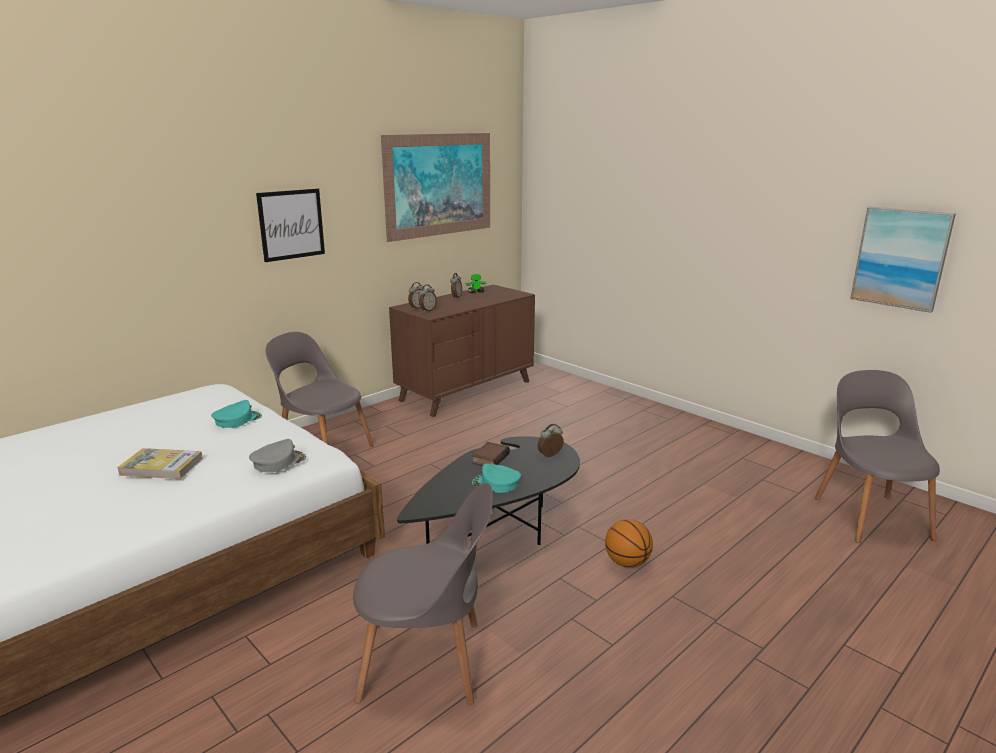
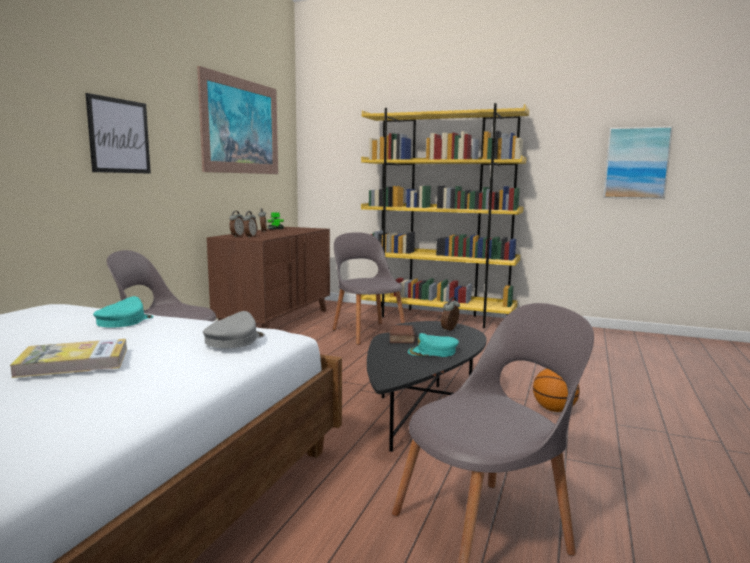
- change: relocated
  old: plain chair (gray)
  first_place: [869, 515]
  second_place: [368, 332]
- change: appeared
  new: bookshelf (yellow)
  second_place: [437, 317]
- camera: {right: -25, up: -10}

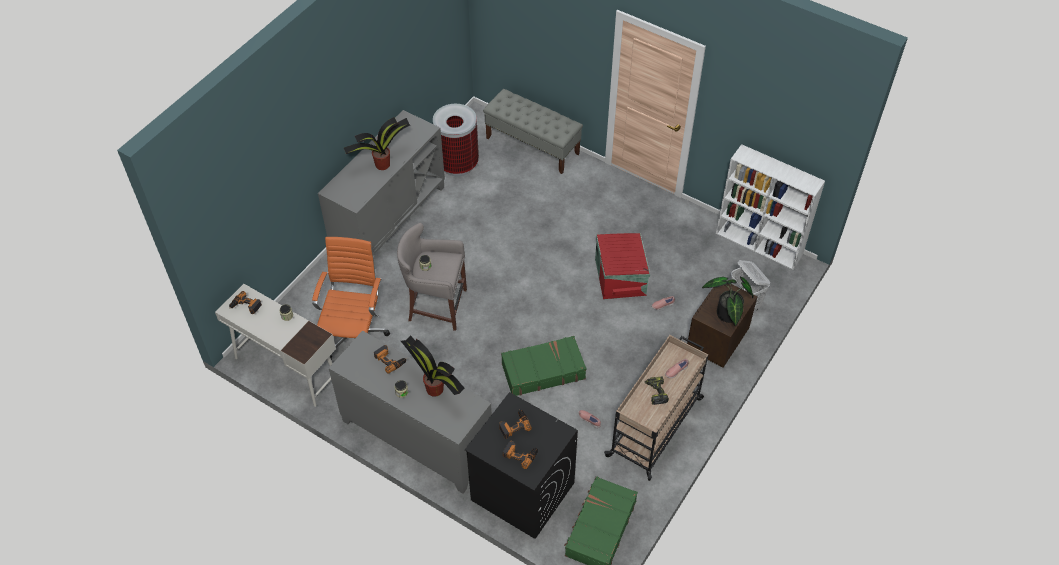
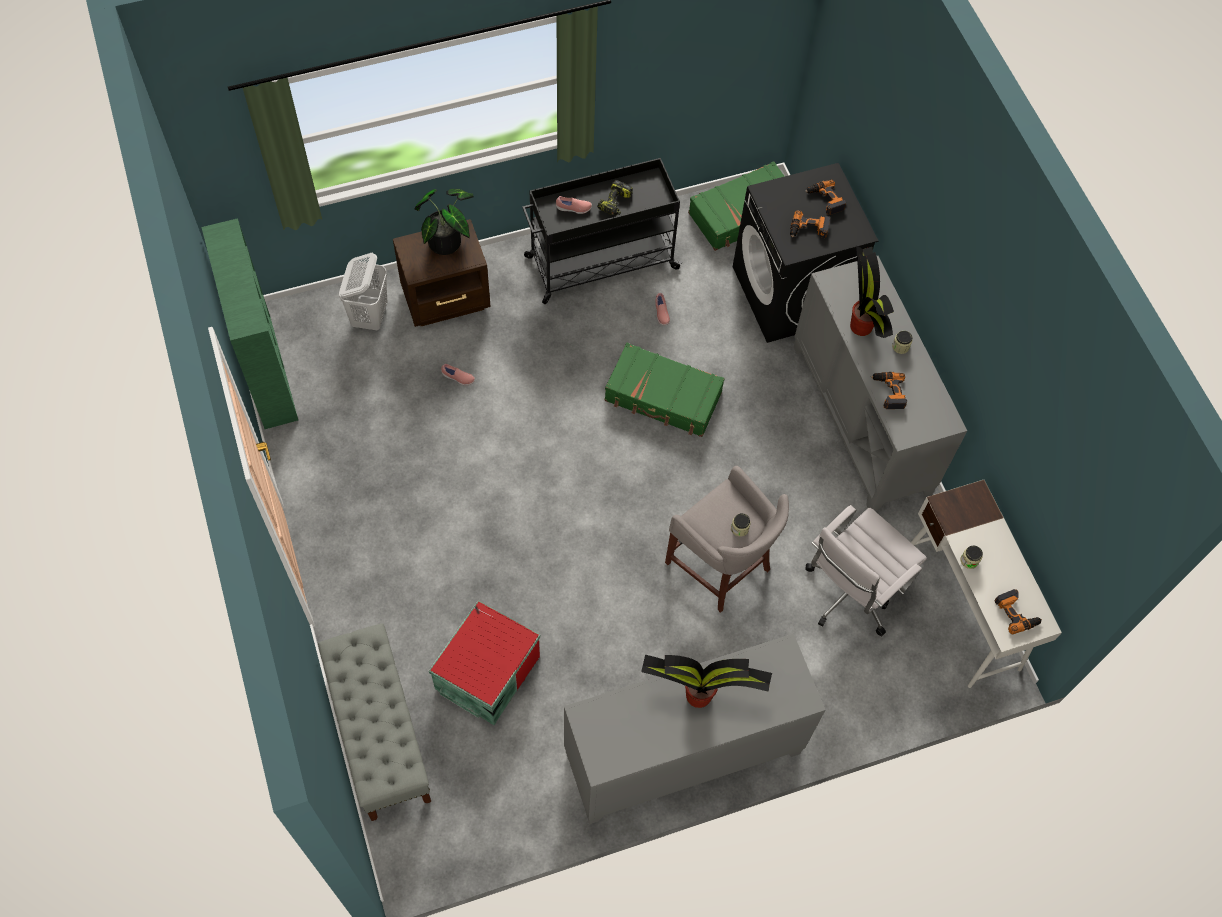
- change: missing
  old: waste bin
  first_place: [457, 164]
- change: colour
  old: bookshelf (white-coloured)
  new: bookshelf (green)
  first_place: [759, 244]
  second_place: [266, 370]
- change: relocated
  old: storage container (reddish)
  first_place: [621, 276]
  second_place: [485, 673]
- change: colour
  old: computer chair (orangey)
  new: computer chair (white-coloured)
  first_place: [355, 336]
  second_place: [849, 594]
- change: colour
  old: trolley (sand-coloured)
  new: trolley (black-coloured)
  first_place: [656, 426]
  second_place: [600, 263]
- camera: {right: -145, up: 10}

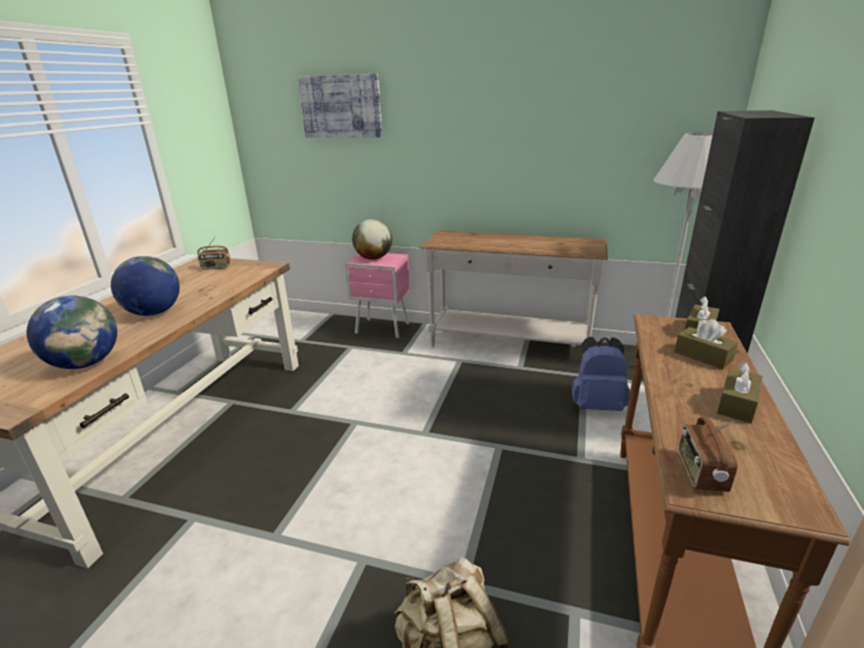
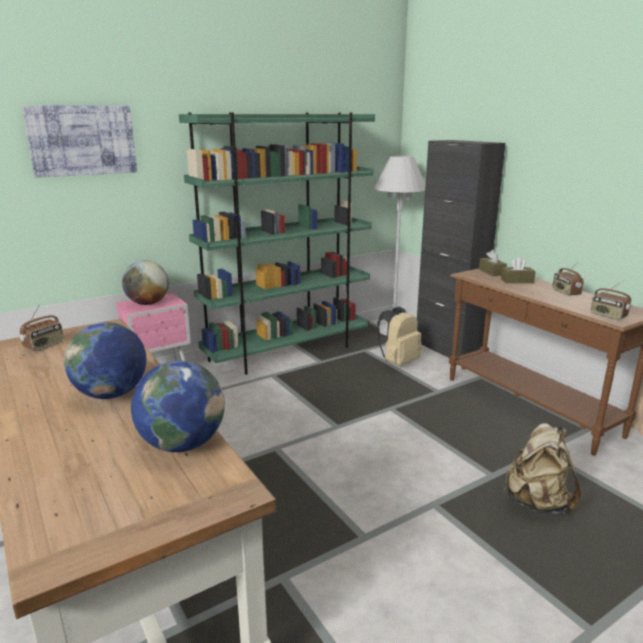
- change: exchanged
  old: console table (white-coloured)
  new: bookshelf (green)
  first_place: [509, 345]
  second_place: [288, 352]
- change: colour
  old: backpack (blue-coloured)
  new: backpack (sand-coloured)
  first_place: [596, 405]
  second_place: [398, 362]
- change: exchanged
  old: tissue box (brownish)
  new: radio receiver
  first_place: [737, 404]
  second_place: [565, 292]
- camera: {right: -50, up: -5}

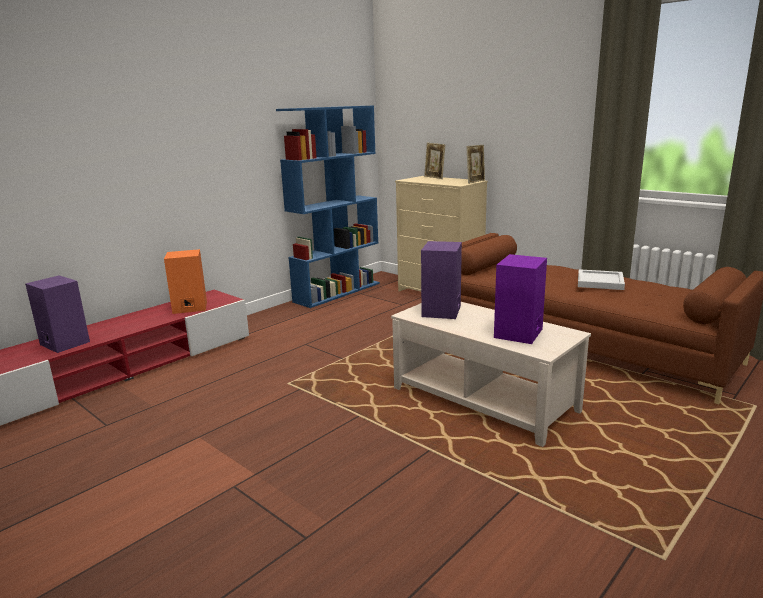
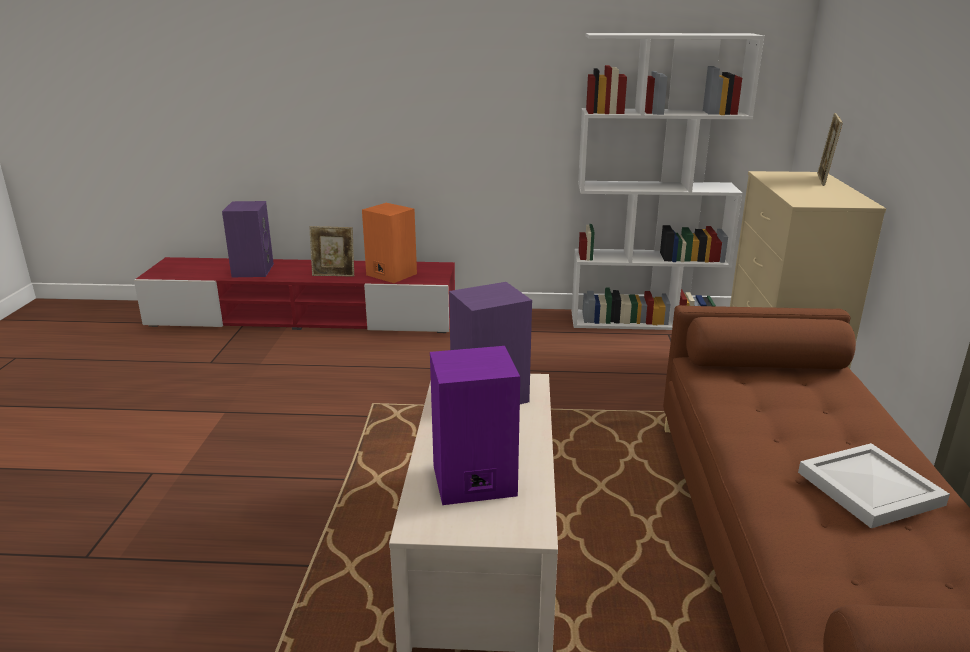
- change: colour
  old: bookshelf (blue-coloured)
  new: bookshelf (white-coloured)
  first_place: [337, 292]
  second_place: [645, 320]
- change: relocated
  old: standing frame
  first_place: [475, 182]
  second_place: [334, 275]
- camera: {right: 50, up: 5}

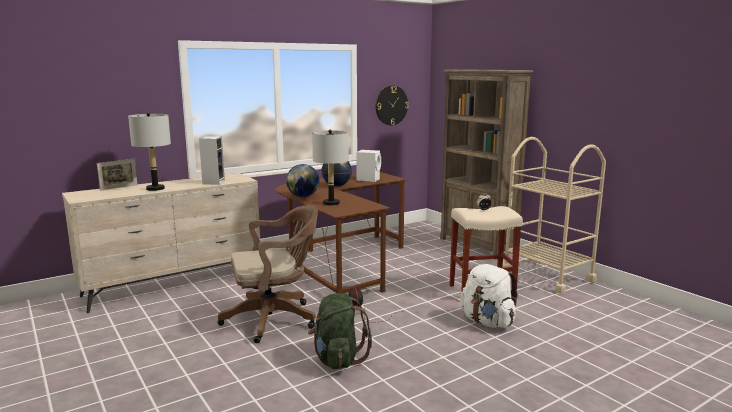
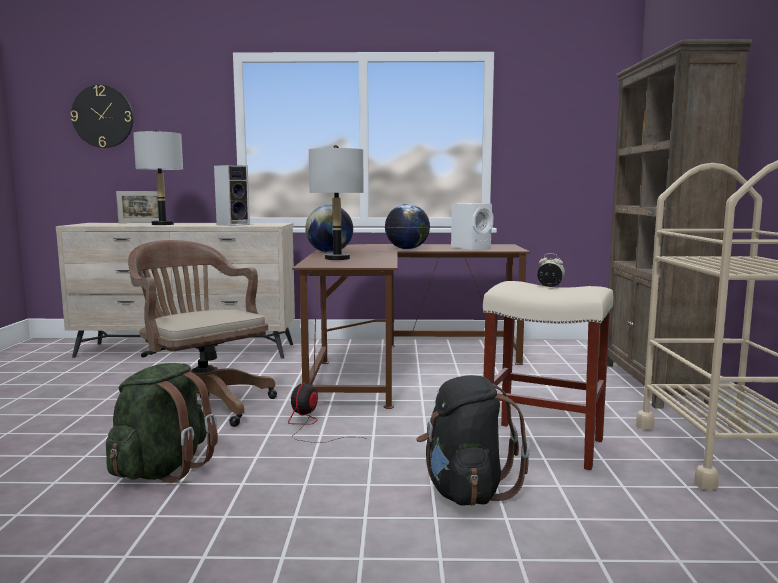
- change: relocated
  old: wall clock
  first_place: [391, 105]
  second_place: [103, 116]
- change: spun
  old: computer chair (brownish)
  first_place: [275, 319]
  second_place: [201, 404]
  degrees: -150
- change: colour
  old: backpack (white-coloured)
  new: backpack (black-coloured)
  first_place: [487, 322]
  second_place: [466, 491]
- camera: {right: 35, up: -5}

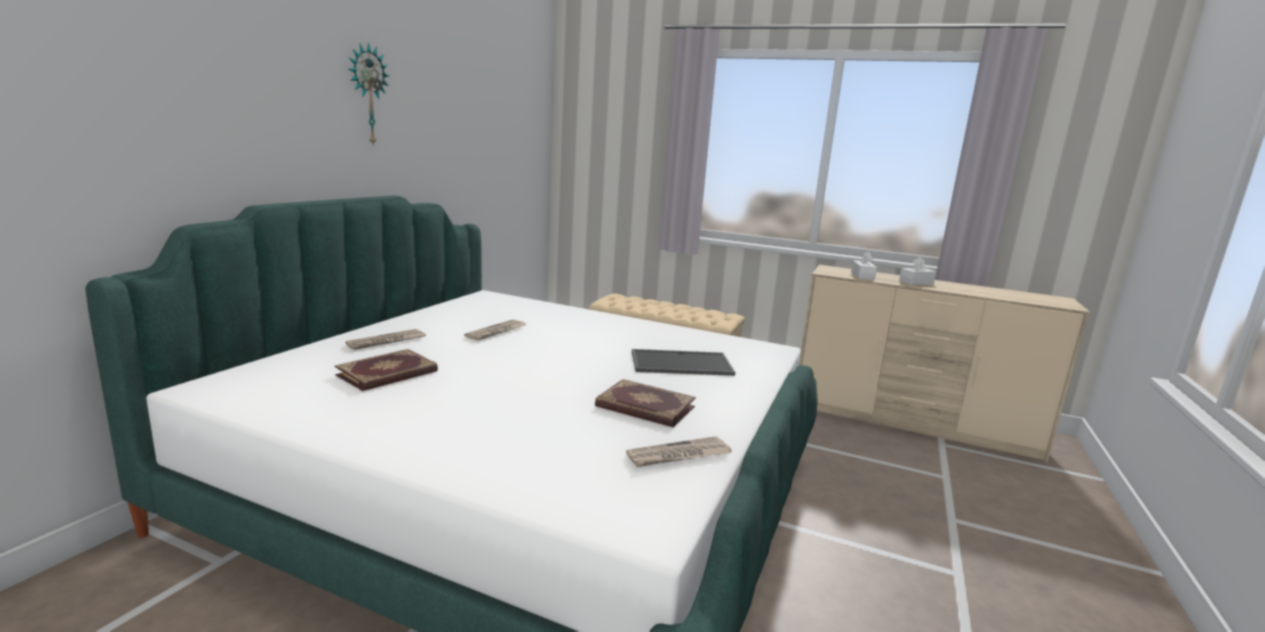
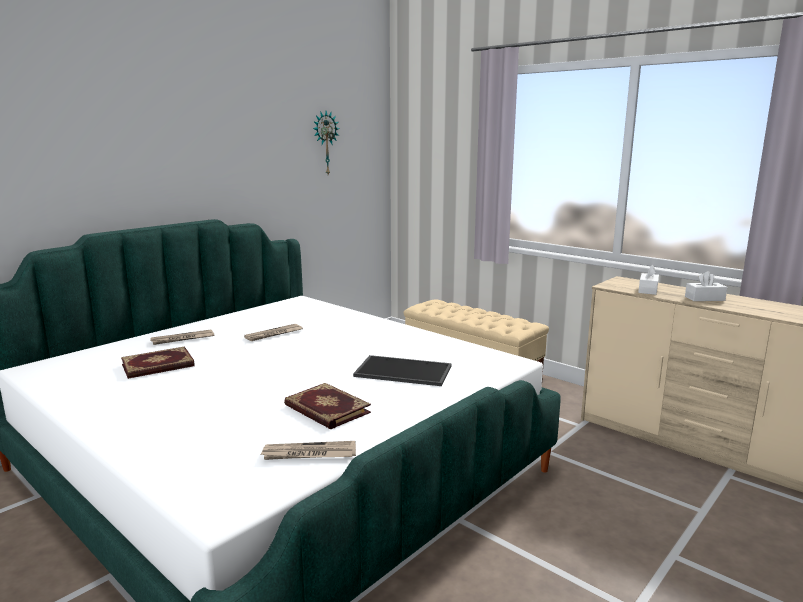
- change: relocated
  old: wall clock
  first_place: [367, 95]
  second_place: [325, 143]
- camera: {right: 20, up: 0}

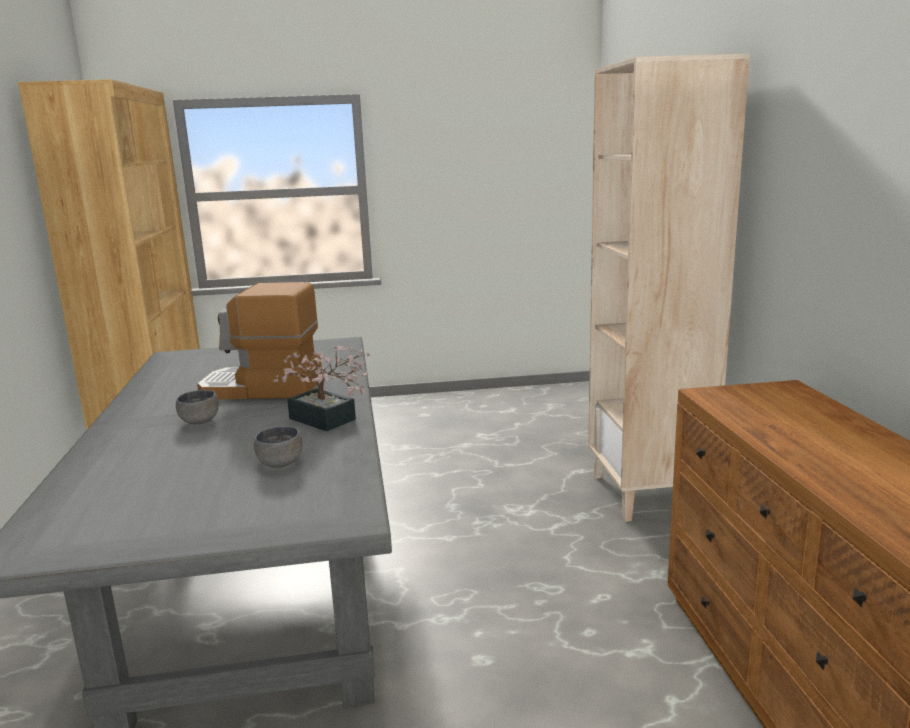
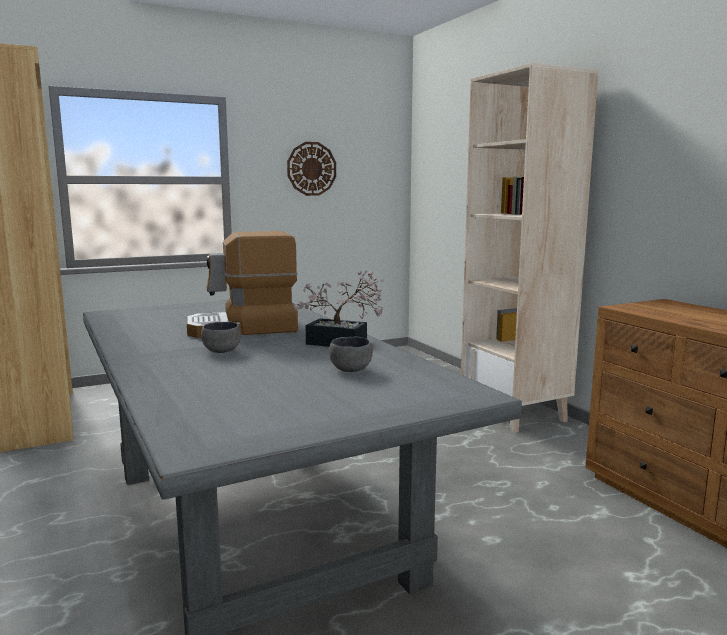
- change: appeared
  new: wall clock
  second_place: [311, 169]
- camera: {right: -20, up: -5}

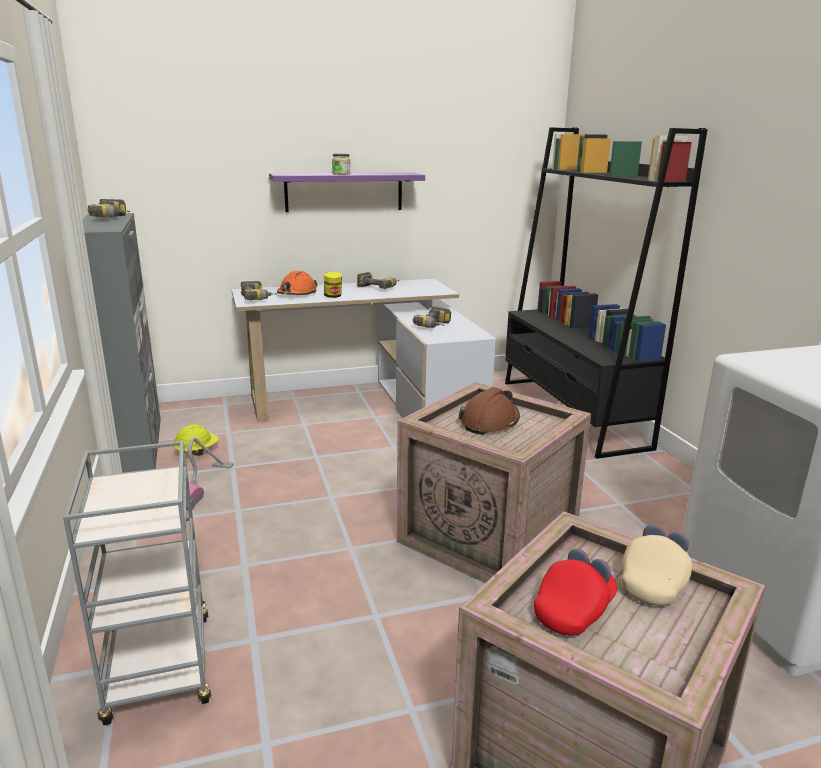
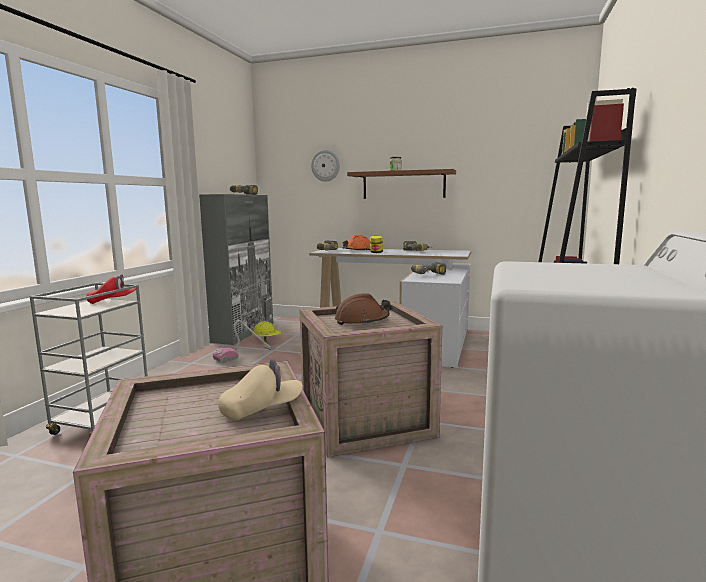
- change: colour
  old: wall shelf (purple)
  new: wall shelf (brownish)
  first_place: [344, 192]
  second_place: [403, 185]
- change: relocated
  old: cap (reddish)
  first_place: [574, 610]
  second_place: [113, 302]
- change: appeared
  new: wall clock
  second_place: [325, 165]
- camera: {right: 35, up: -10}

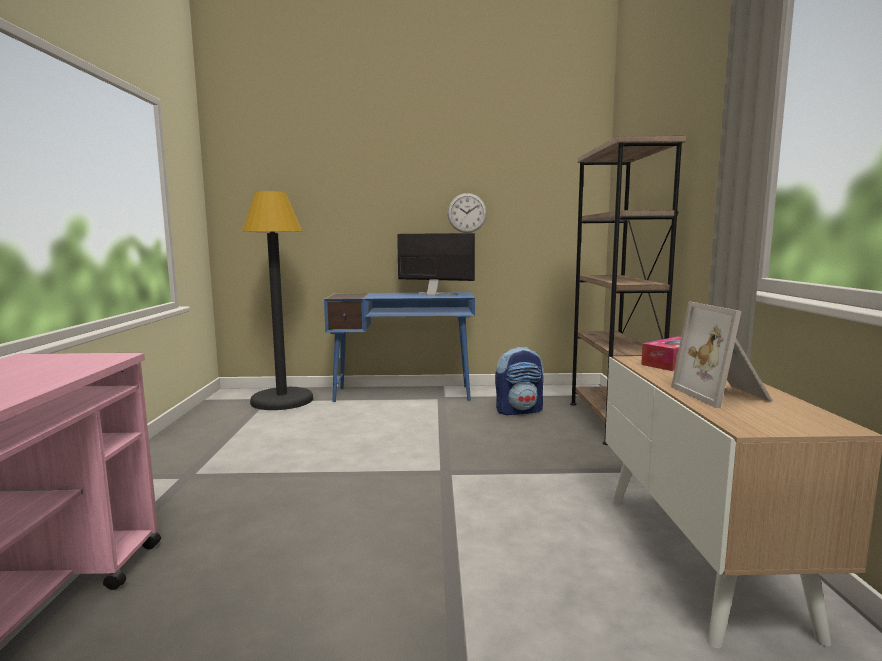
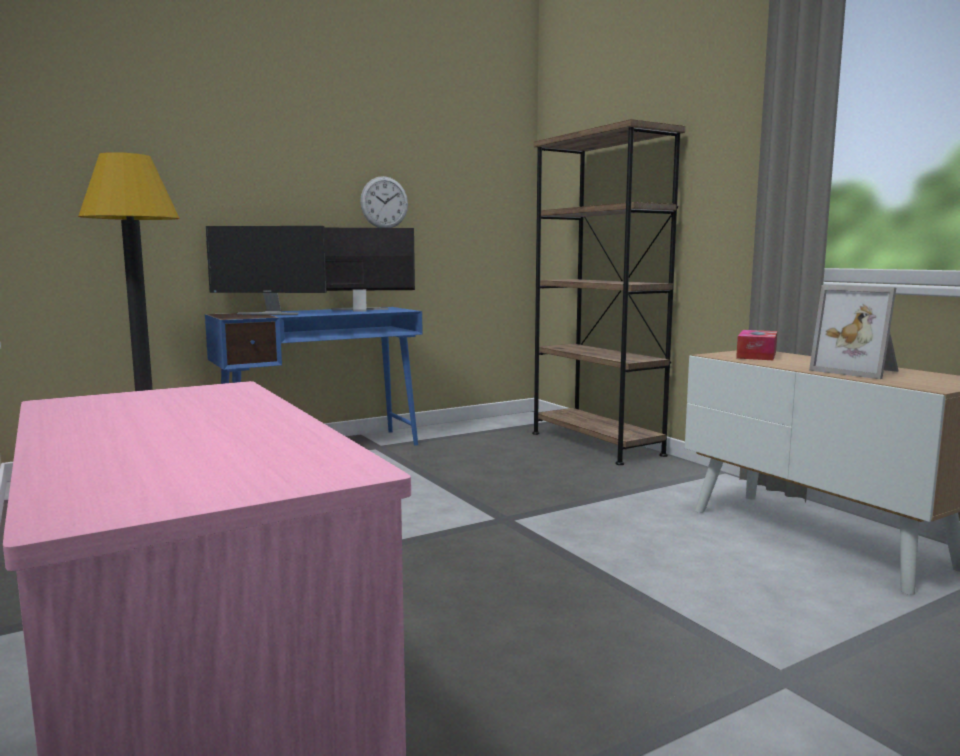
- change: missing
  old: backpack
  first_place: [519, 410]
- change: appeared
  new: computer display
  second_place: [270, 313]
- camera: {right: -30, up: 0}

